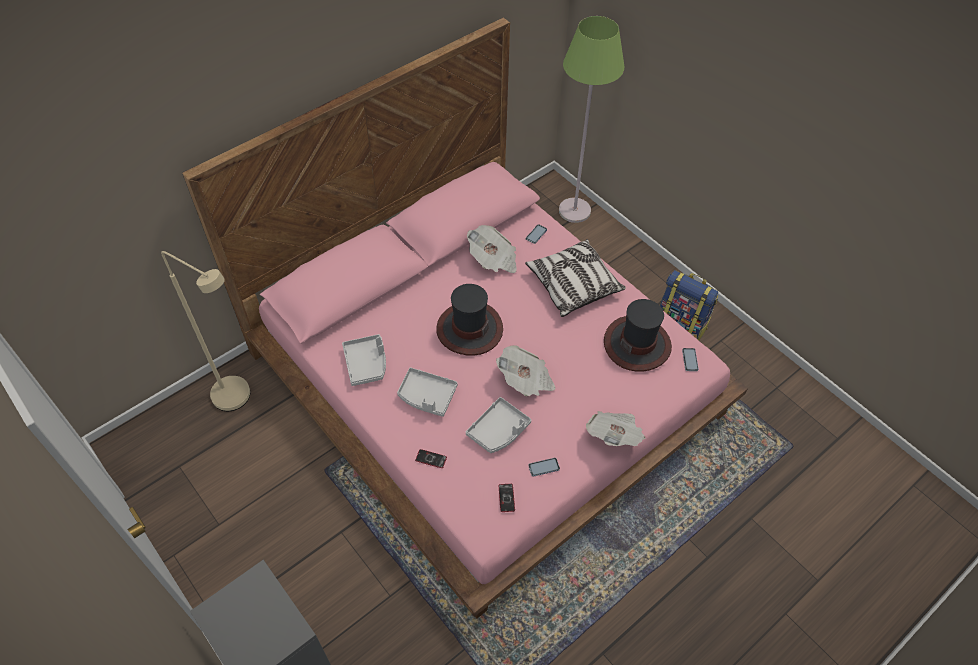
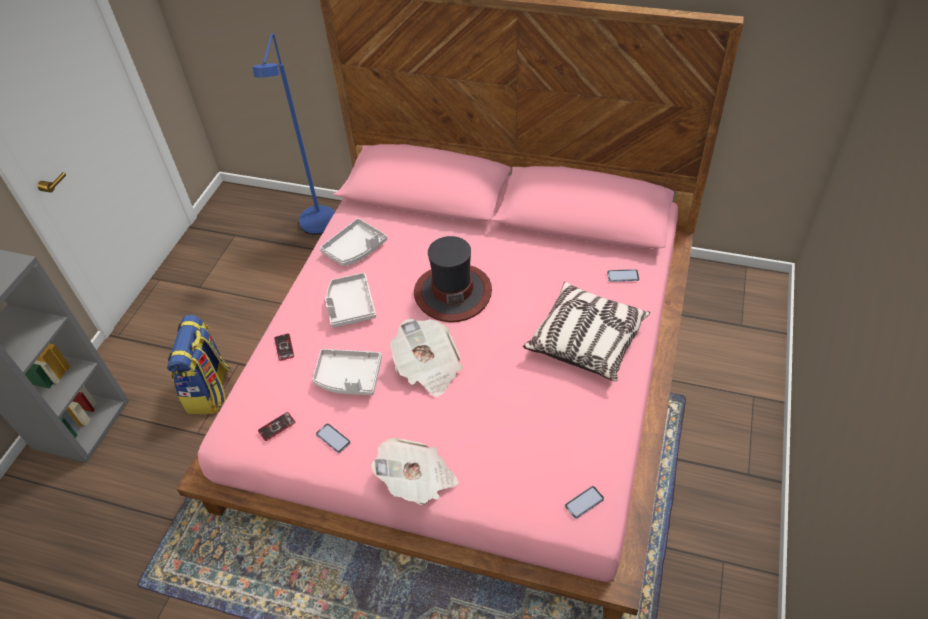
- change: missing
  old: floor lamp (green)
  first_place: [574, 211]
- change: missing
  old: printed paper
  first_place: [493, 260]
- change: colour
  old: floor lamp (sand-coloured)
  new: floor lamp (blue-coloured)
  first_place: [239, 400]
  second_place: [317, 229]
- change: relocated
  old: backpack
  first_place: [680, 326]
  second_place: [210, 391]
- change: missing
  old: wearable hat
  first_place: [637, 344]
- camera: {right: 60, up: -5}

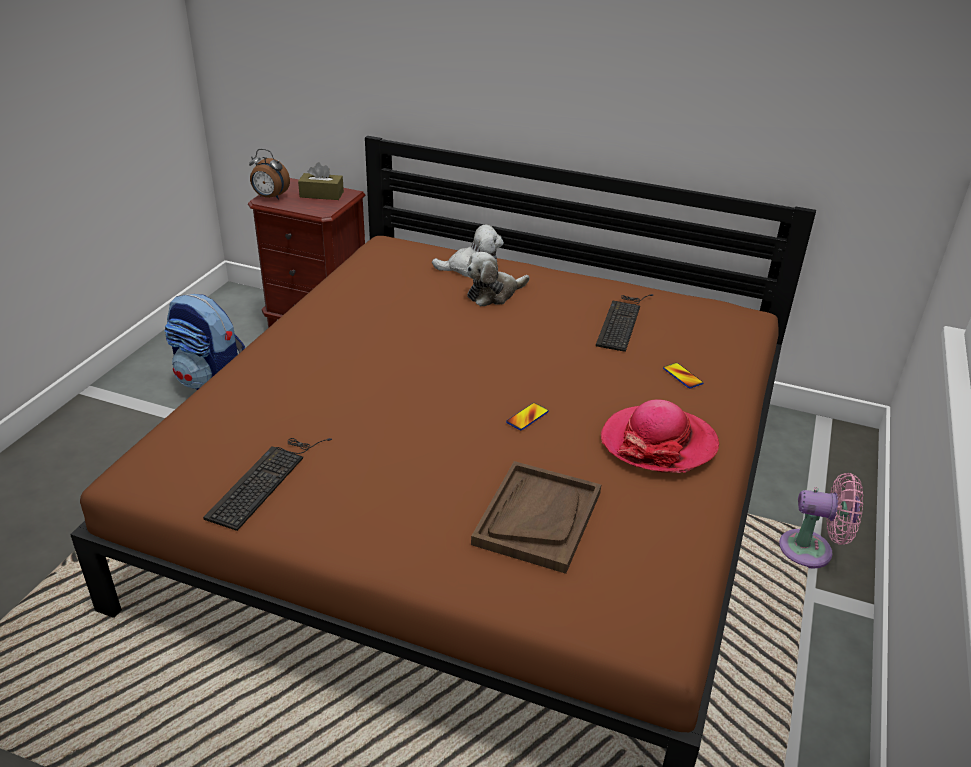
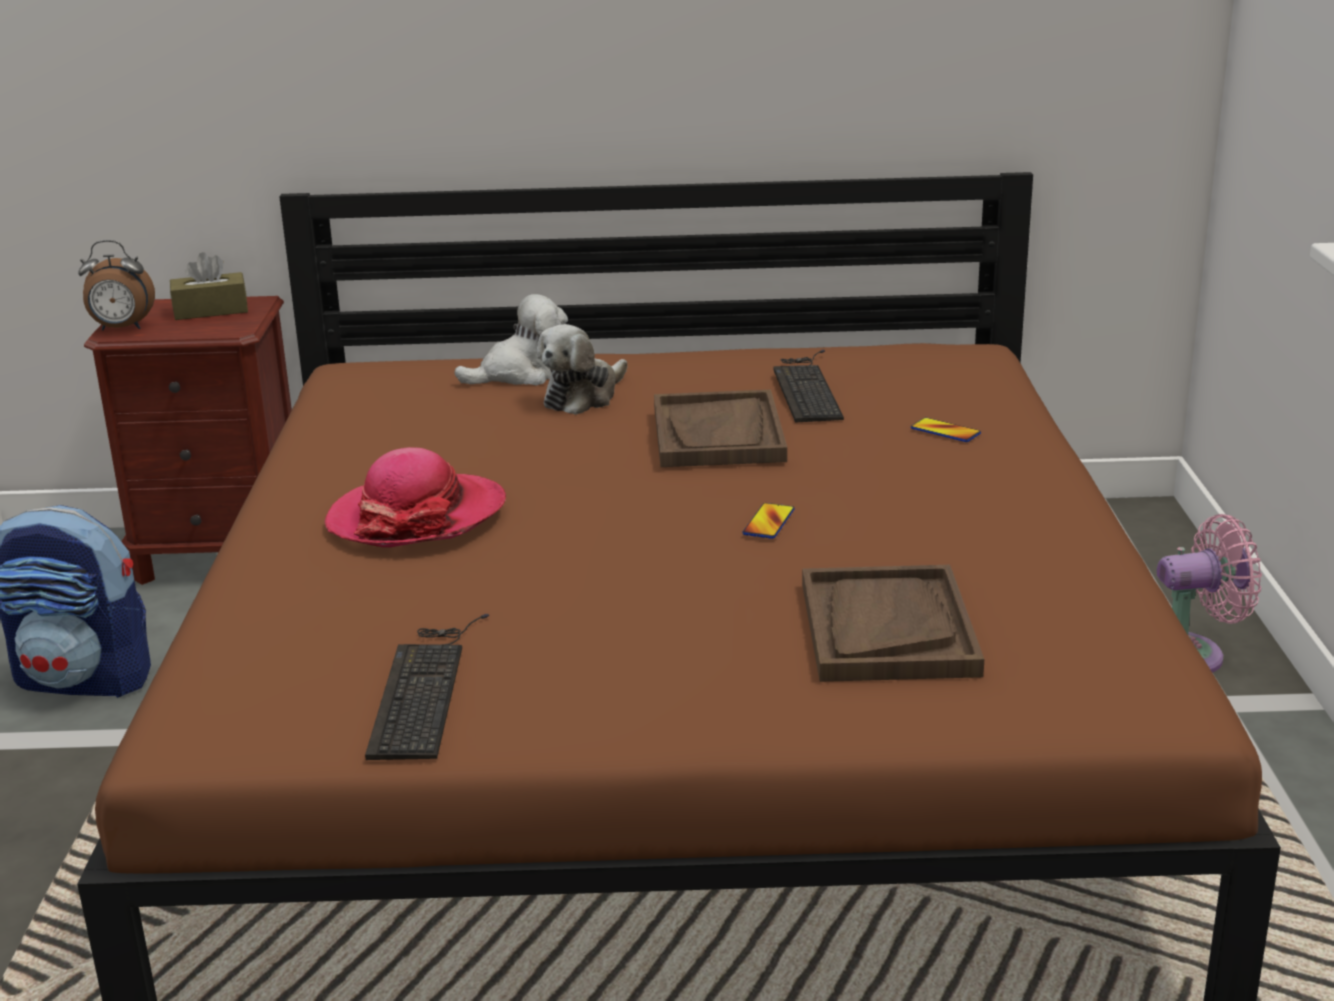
- change: relocated
  old: wearable hat
  first_place: [658, 443]
  second_place: [417, 517]
- change: appeared
  new: serving tray (brownish)
  second_place: [718, 434]
- camera: {right: -20, up: -10}

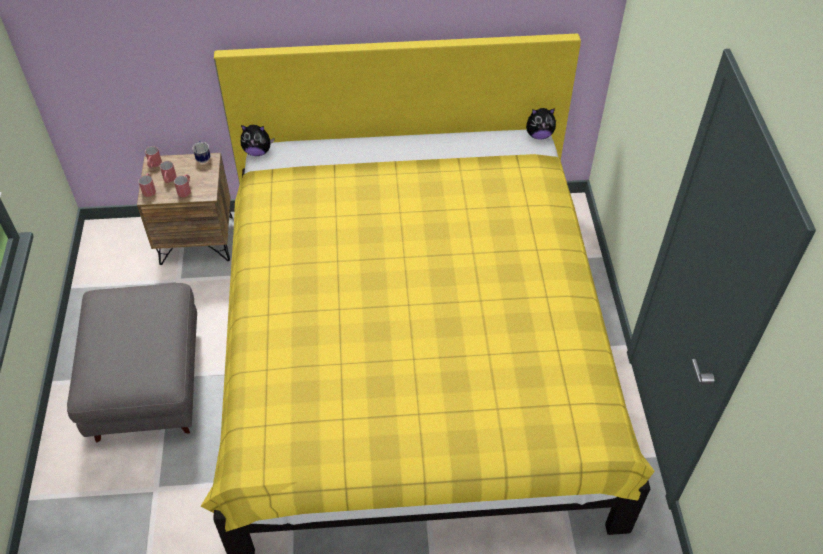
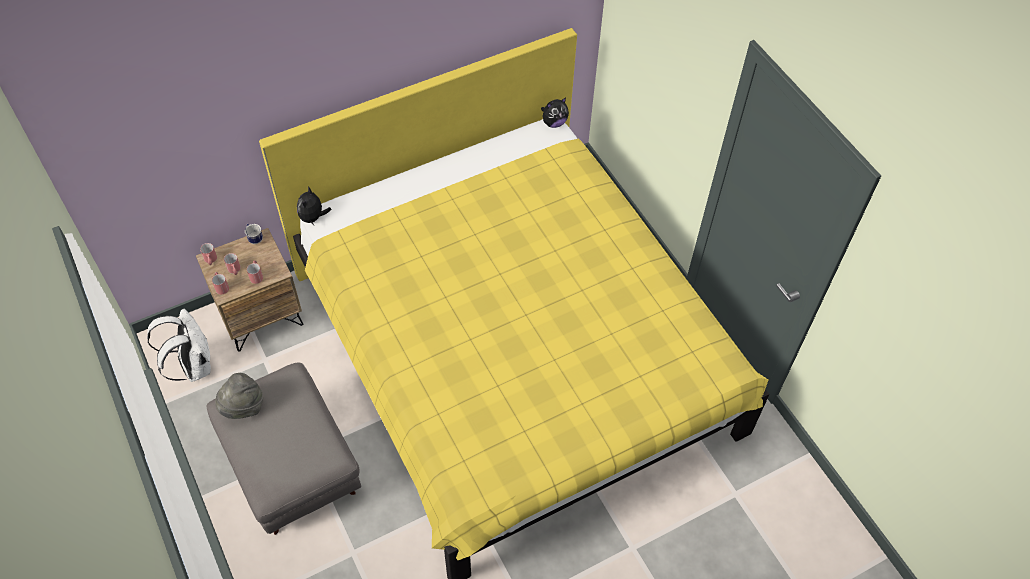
- change: spun
  old: soft toy
  first_place: [257, 152]
  second_place: [313, 217]
  degrees: 120
- change: appeared
  new: backpack (white-coloured)
  second_place: [193, 366]
- change: appeared
  new: wearable hat (gray)
  second_place: [243, 407]
- camera: {right: -25, up: 5}

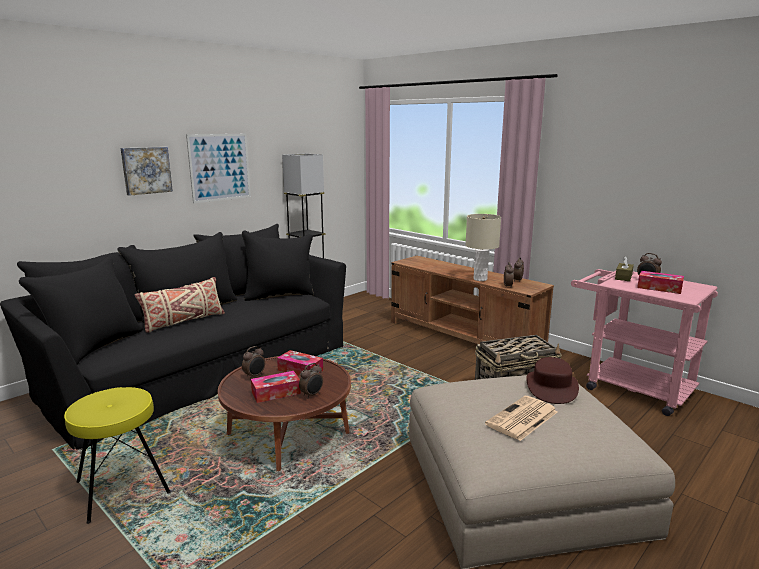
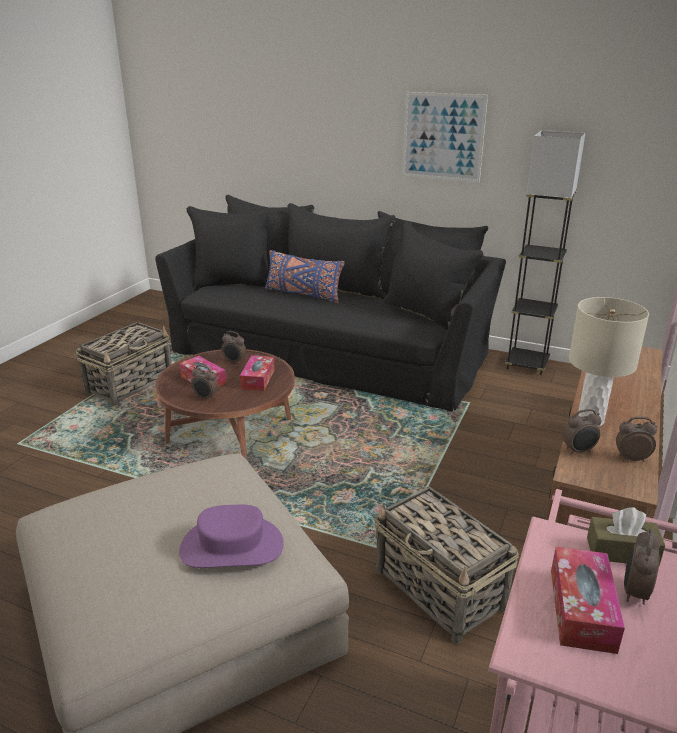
- change: missing
  old: wall art
  first_place: [146, 170]
- change: colour
  old: throw pillow (sand-coloured)
  new: throw pillow (blue-coloured)
  first_place: [184, 321]
  second_place: [303, 294]
- change: colour
  old: wearable hat (brownish)
  new: wearable hat (purple)
  first_place: [551, 387]
  second_place: [232, 546]
- change: exchanged
  old: stool seat (yellow)
  new: basket
  first_place: [122, 487]
  second_place: [131, 384]
- change: missing
  old: printed paper
  first_place: [522, 419]
- camera: {right: 70, up: 10}

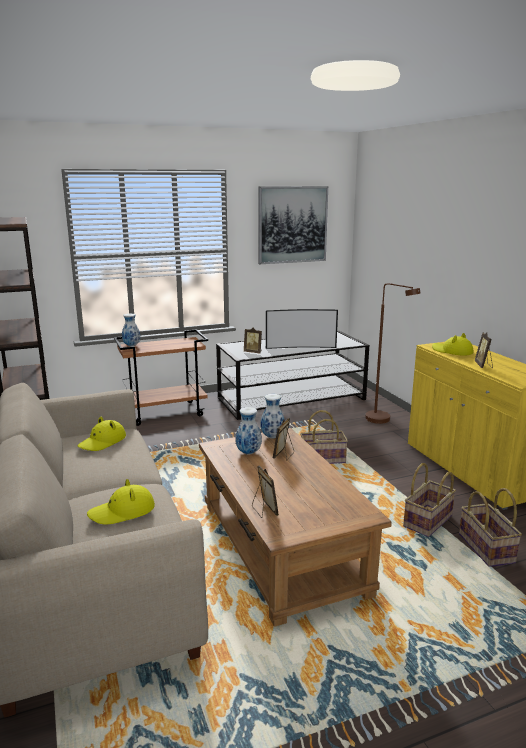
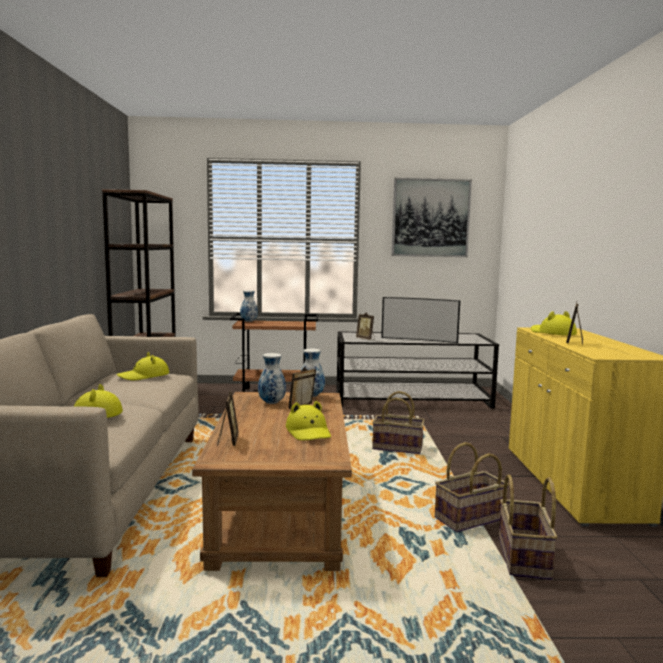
- change: missing
  old: floor lamp (brownish)
  first_place: [383, 420]
- change: appeared
  new: wearable hat (yellow)
  second_place: [309, 432]
- camera: {right: 20, up: -10}

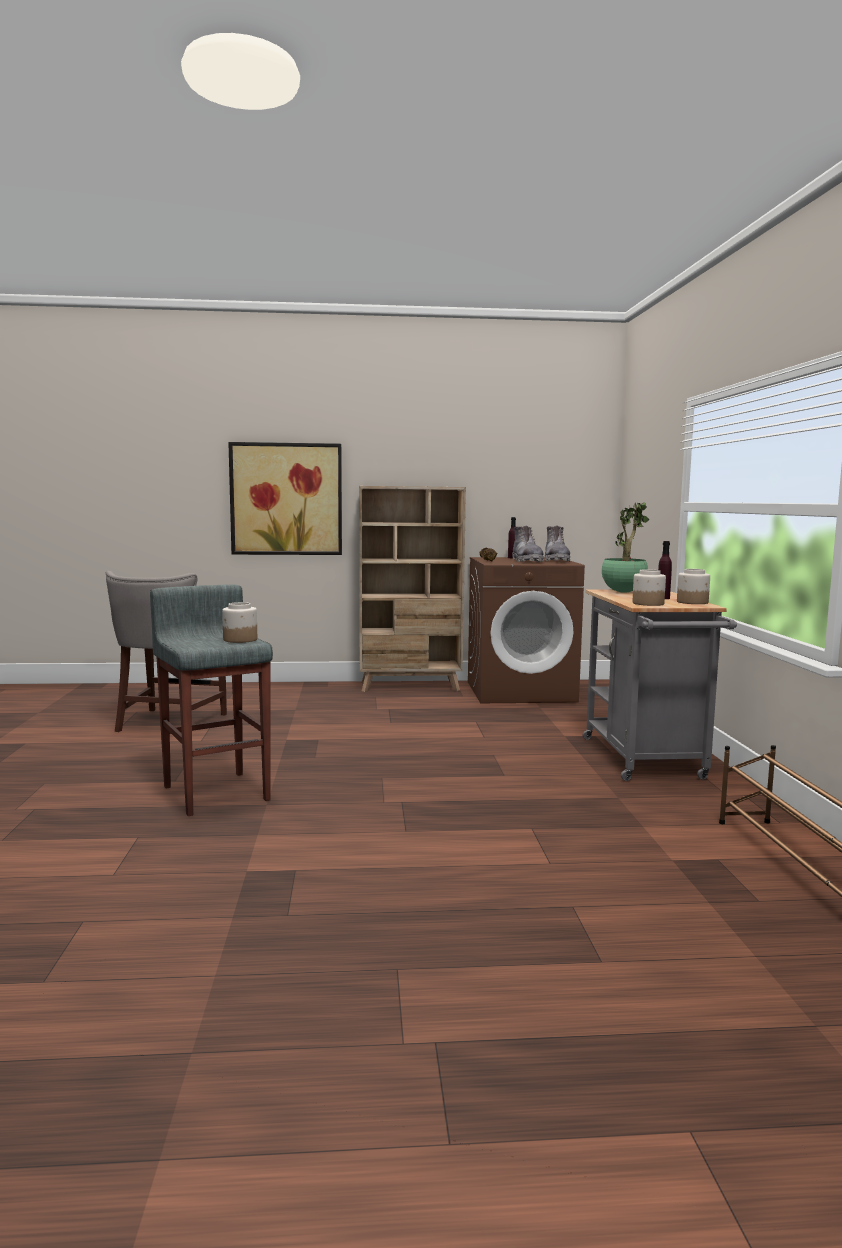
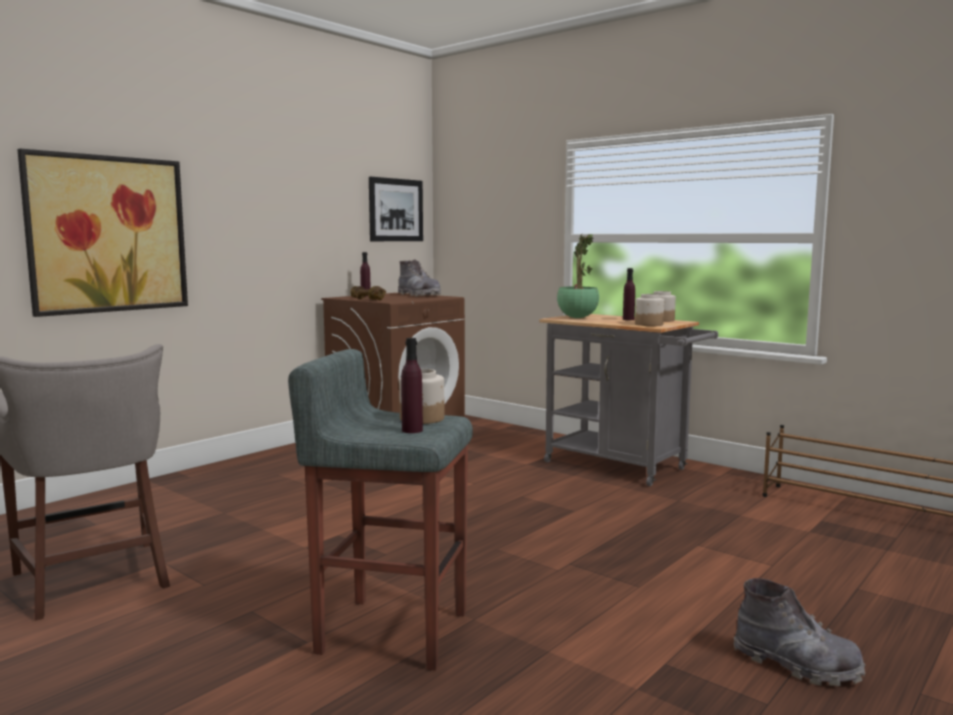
- change: missing
  old: bookshelf (sand-coloured)
  first_place: [410, 686]
- change: relocated
  old: high-top boot (gray)
  first_place: [526, 561]
  second_place: [796, 665]
- change: appeared
  new: wall art
  second_place: [396, 210]
- change: appeared
  new: drink bottle (purple)
  second_place: [412, 430]
- camera: {right: -45, up: 0}

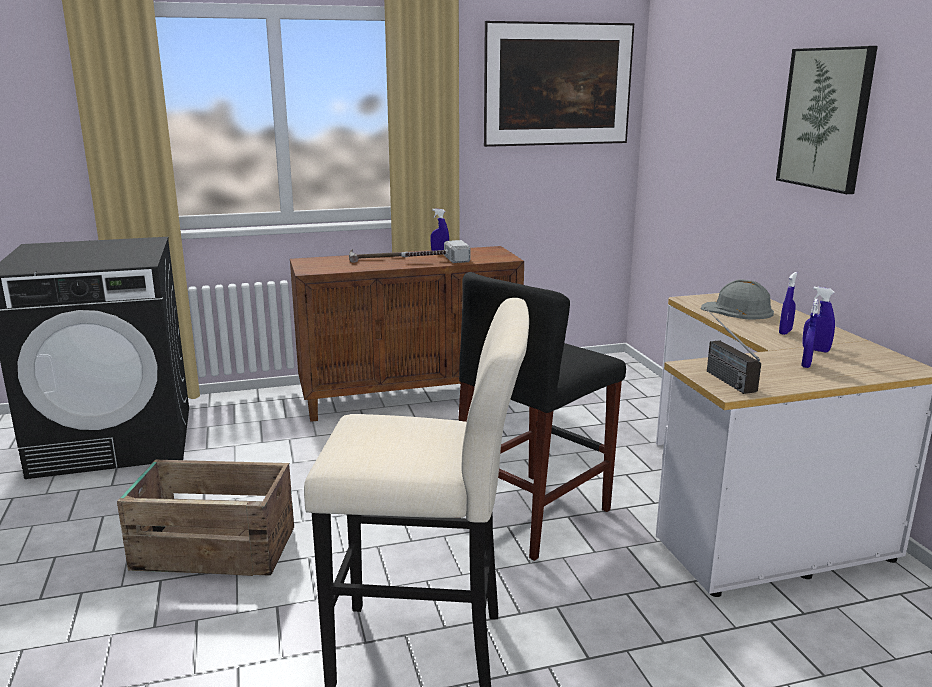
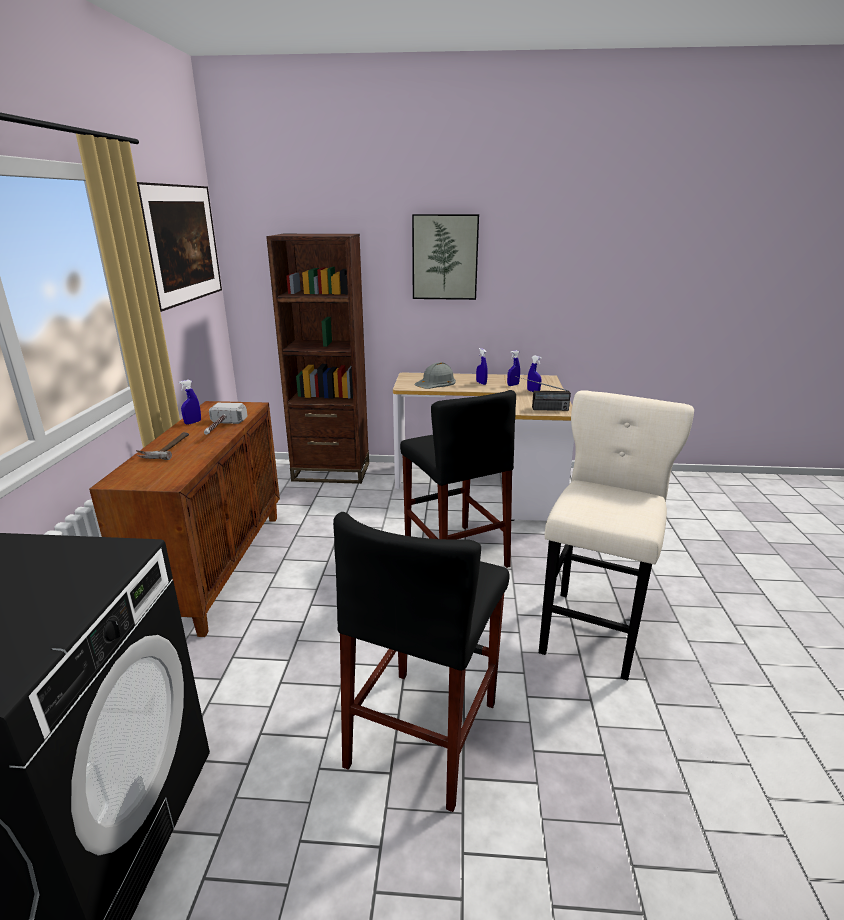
- change: exchanged
  old: crate
  new: stool seat (black-coloured)
  first_place: [213, 548]
  second_place: [423, 733]
- change: appeared
  new: bookshelf (brownish)
  second_place: [331, 472]
- camera: {right: -70, up: 5}

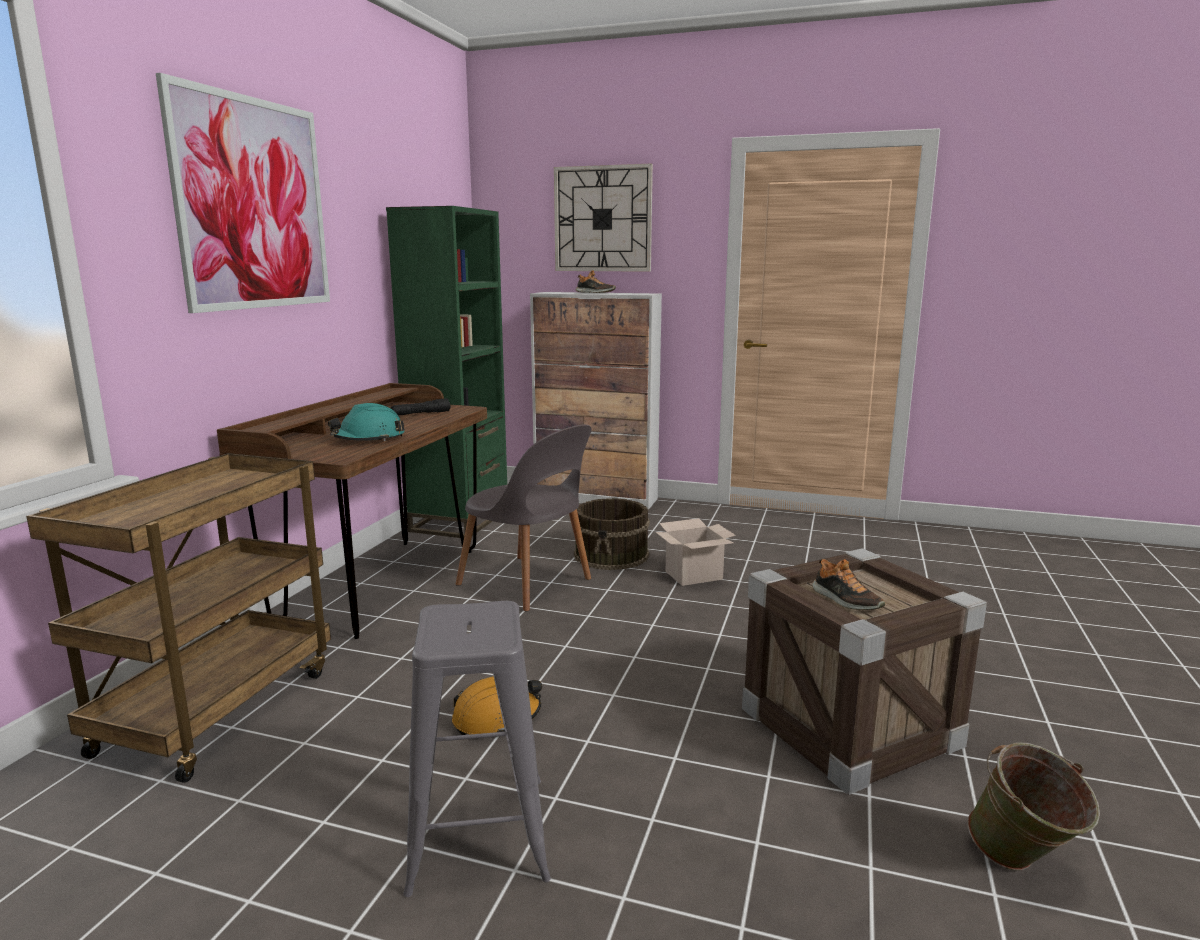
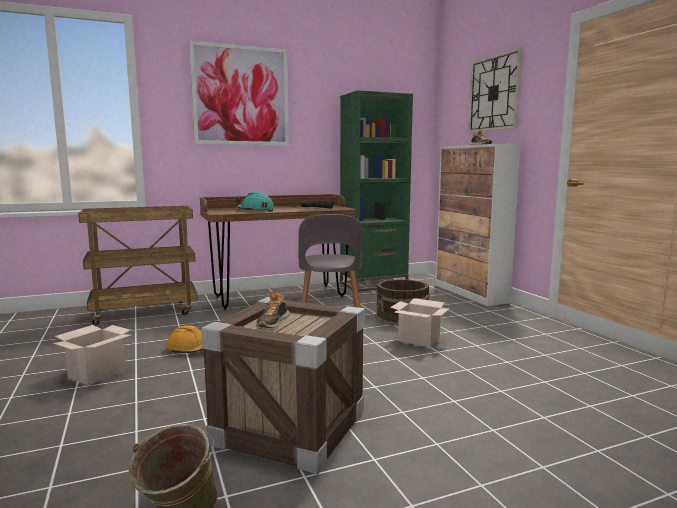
- change: exchanged
  old: stool seat (gray)
  new: carton
  first_place: [478, 833]
  second_place: [97, 373]
- camera: {right: 50, up: -5}

